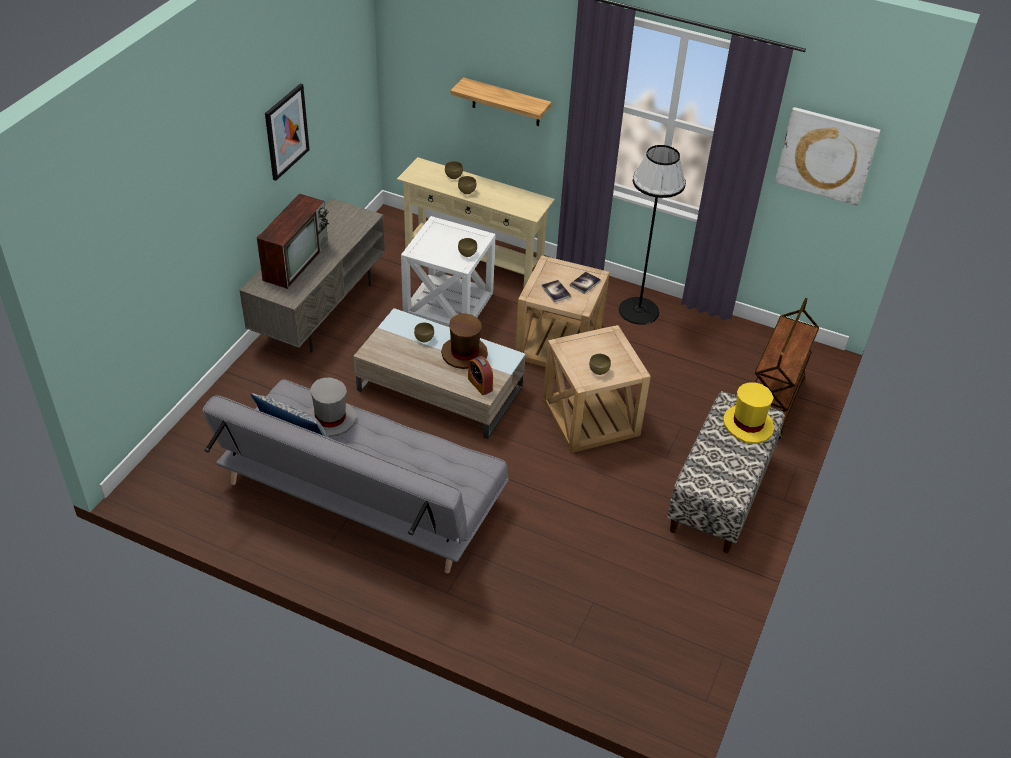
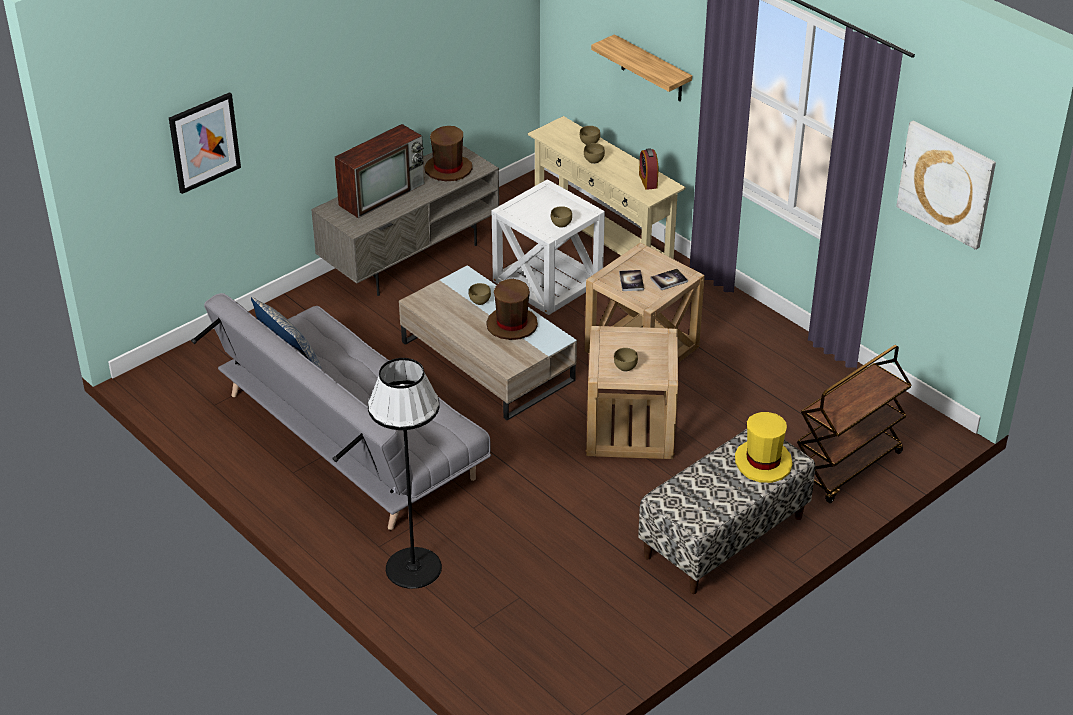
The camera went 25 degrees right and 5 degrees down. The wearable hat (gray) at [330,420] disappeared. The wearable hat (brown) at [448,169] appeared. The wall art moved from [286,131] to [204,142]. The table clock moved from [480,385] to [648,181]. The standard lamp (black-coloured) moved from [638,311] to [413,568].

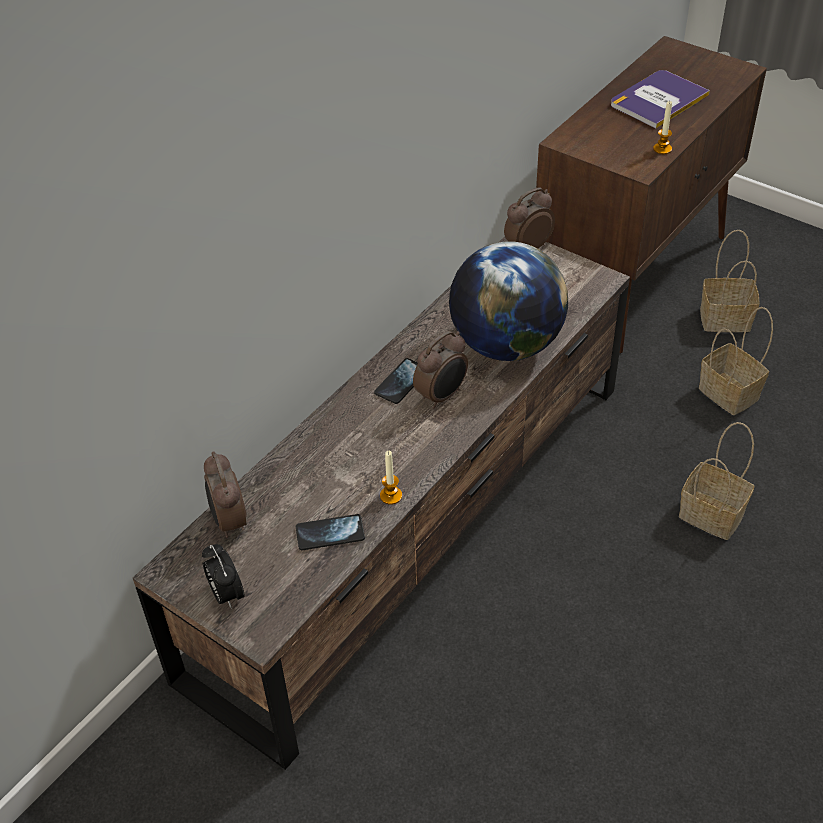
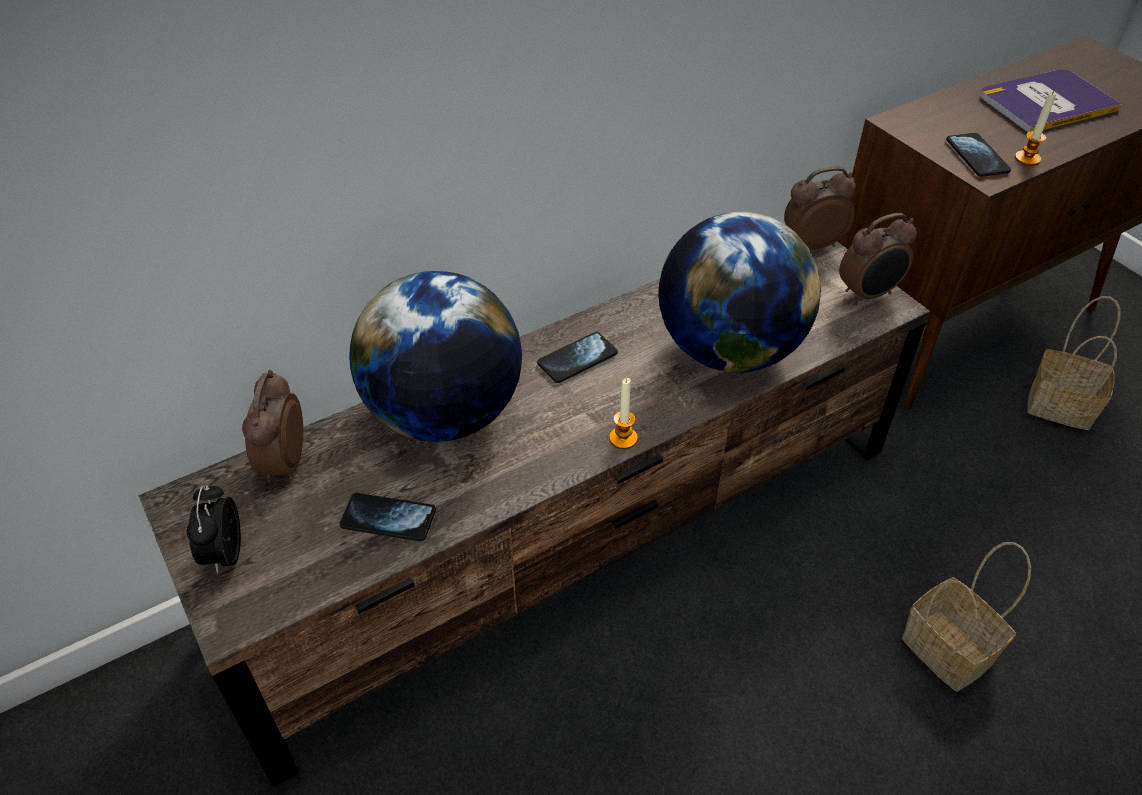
The camera went 20 degrees right and 0 degrees up. The basket at [731,394] disappeared. The world globe at [444,415] appeared. The telephone at [977,156] appeared. The wax light moved from [391,496] to [623,438]. The table clock moved from [442,396] to [869,295].

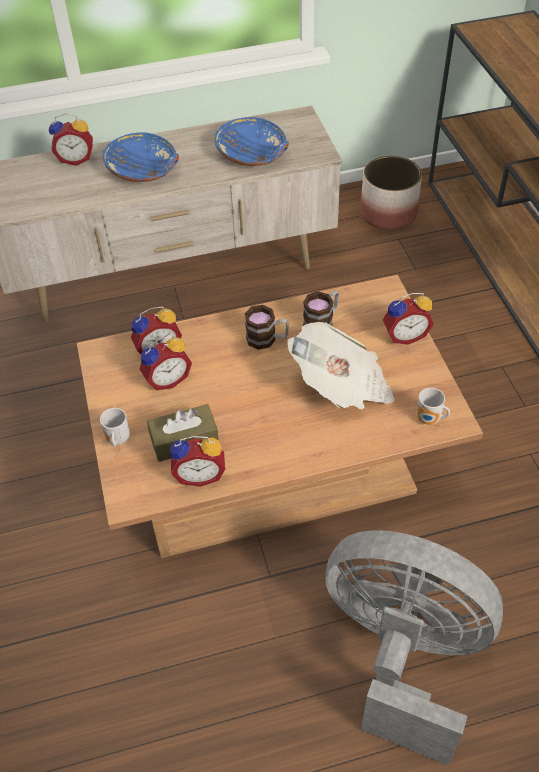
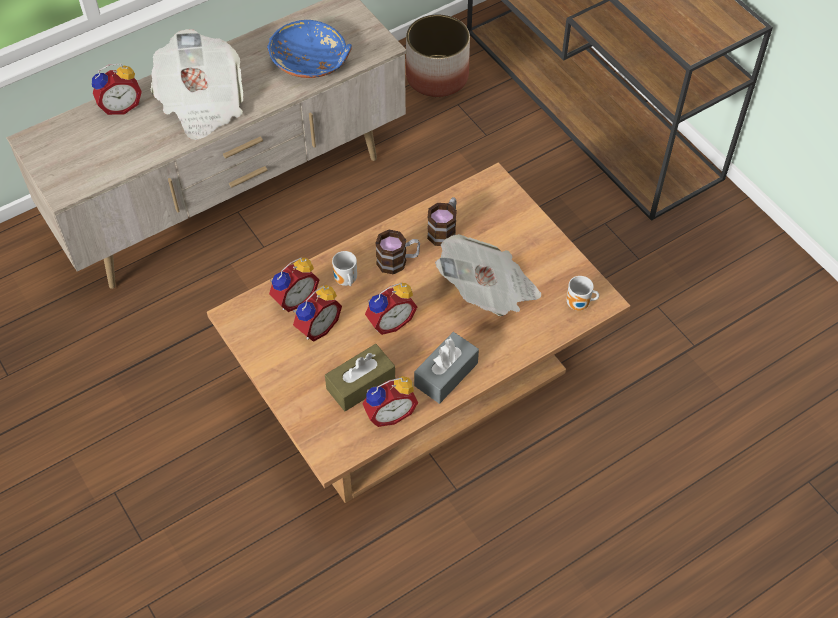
The camera went 20 degrees left and 5 degrees up. The fan (gray) at [402,654] disappeared. The tissue box (gray) at [446,374] appeared. The coffee mug moved from [117,440] to [345,281]. The table clock moved from [404,335] to [389,321]. The deep dish (blue-coloured) at [143,169] was replaced by the daily paper at [201,103].

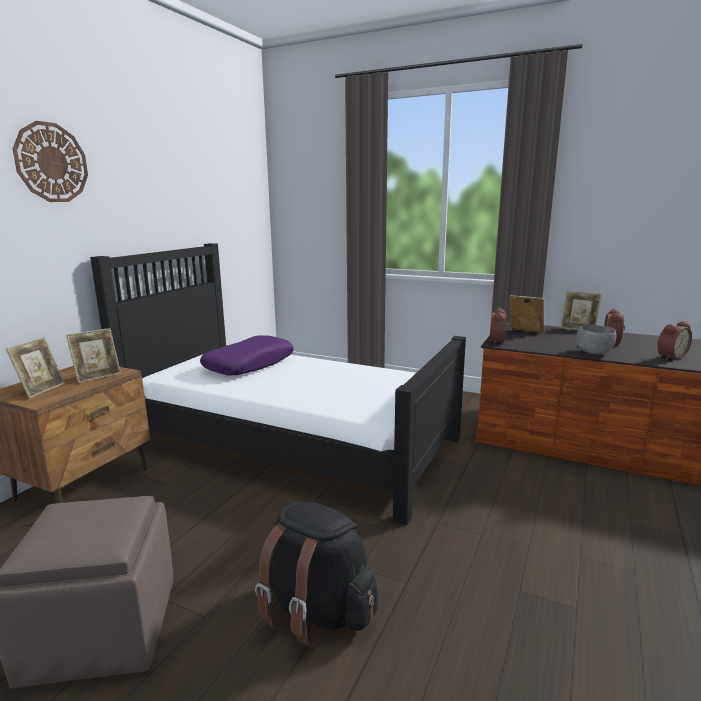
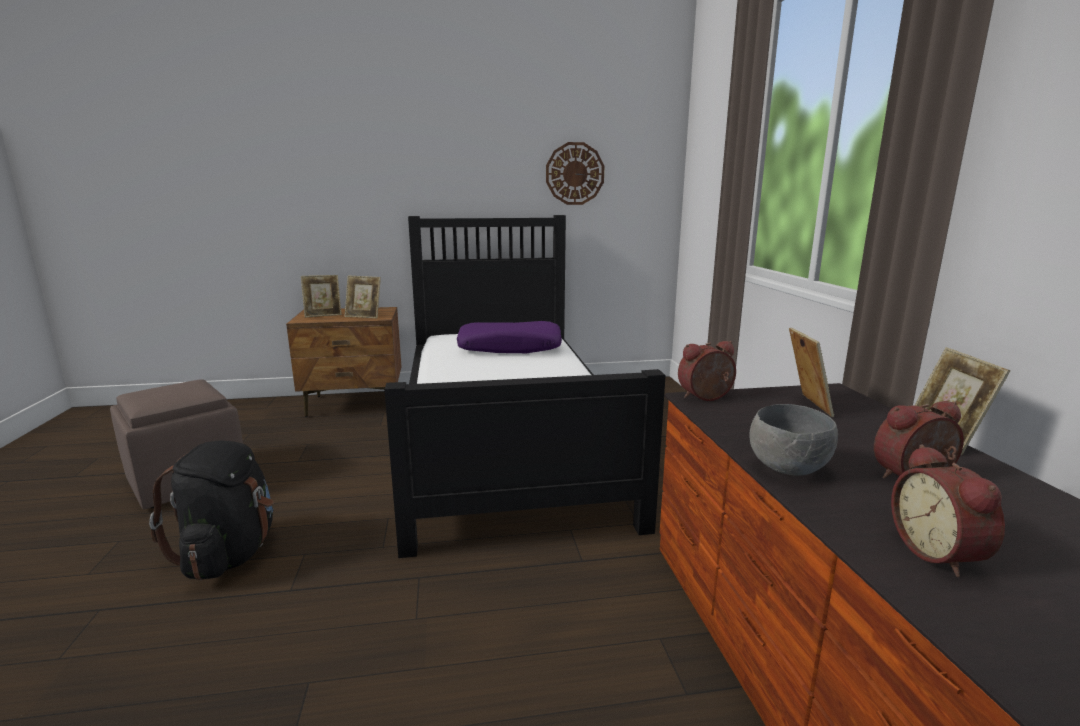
The camera went 55 degrees right and 0 degrees up. The clock on the wall moved from [51,162] to [575,173]. The table clock at [669,356] turned 60 degrees clockwise.

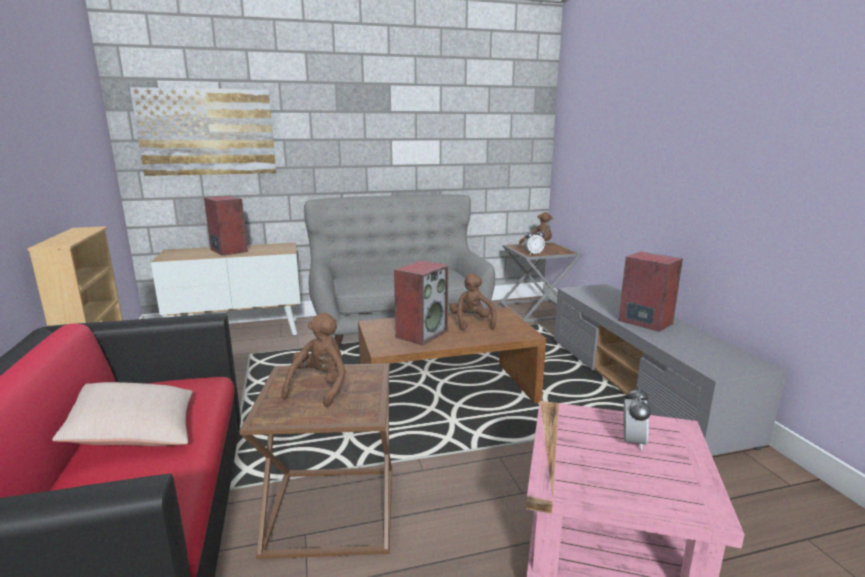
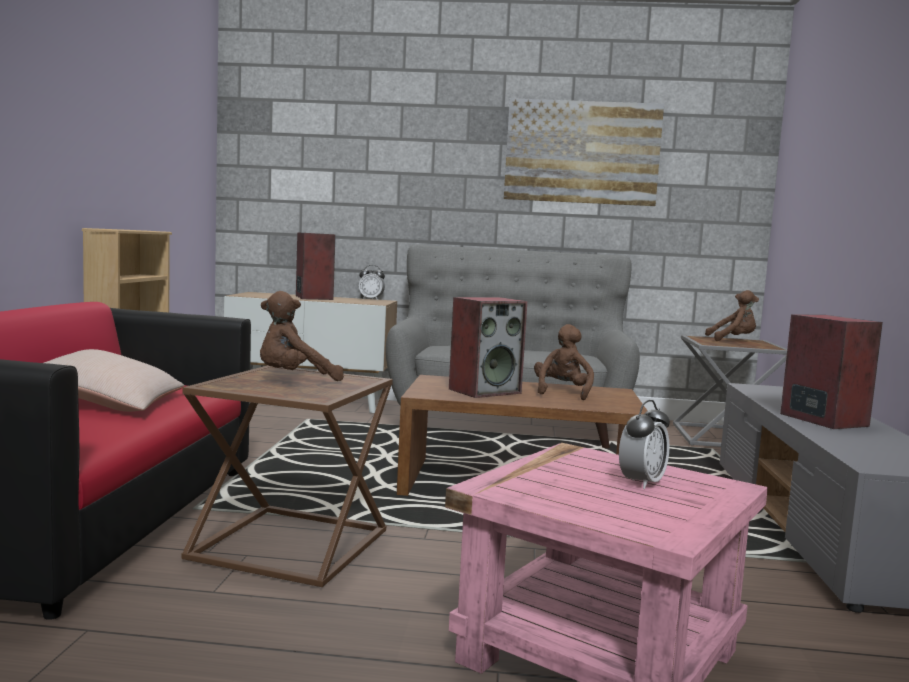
The camera went 20 degrees right and 10 degrees down. The wall art moved from [207,132] to [582,152]. The table clock moved from [533,254] to [371,299]. The cuddly toy (brown) at [320,387] turned 150 degrees counterclockwise.

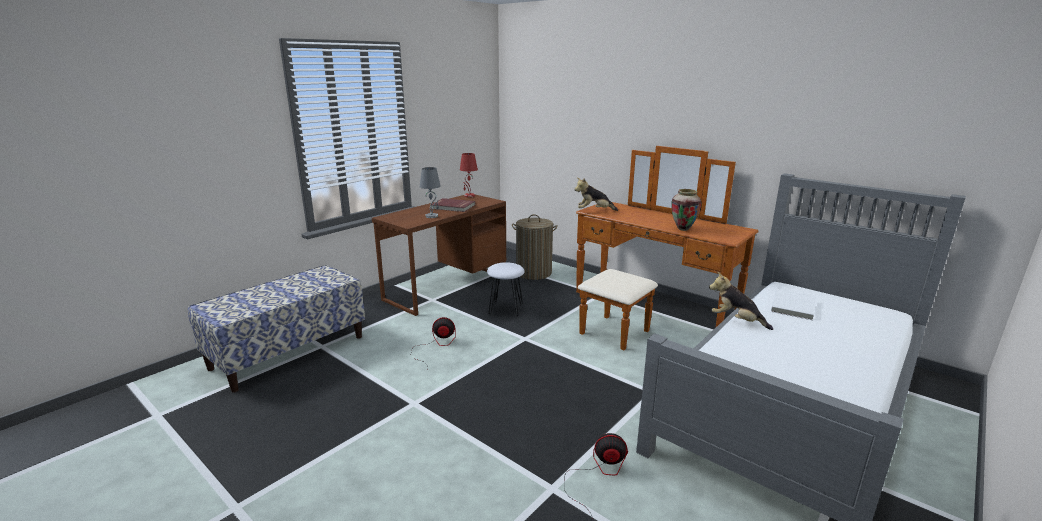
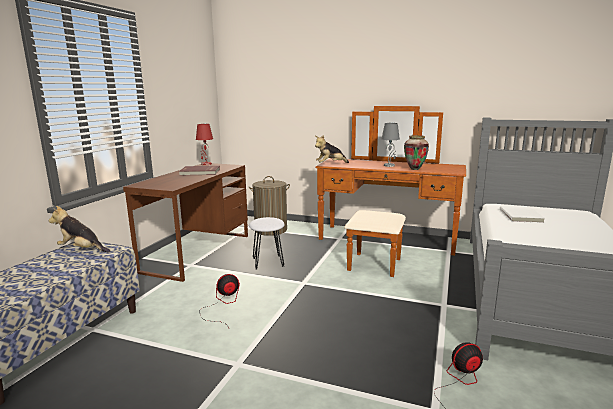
The camera went 20 degrees left and 5 degrees down. The table lamp (gray) moved from [432,216] to [389,165]. The cuddly toy moved from [736,321] to [82,250].

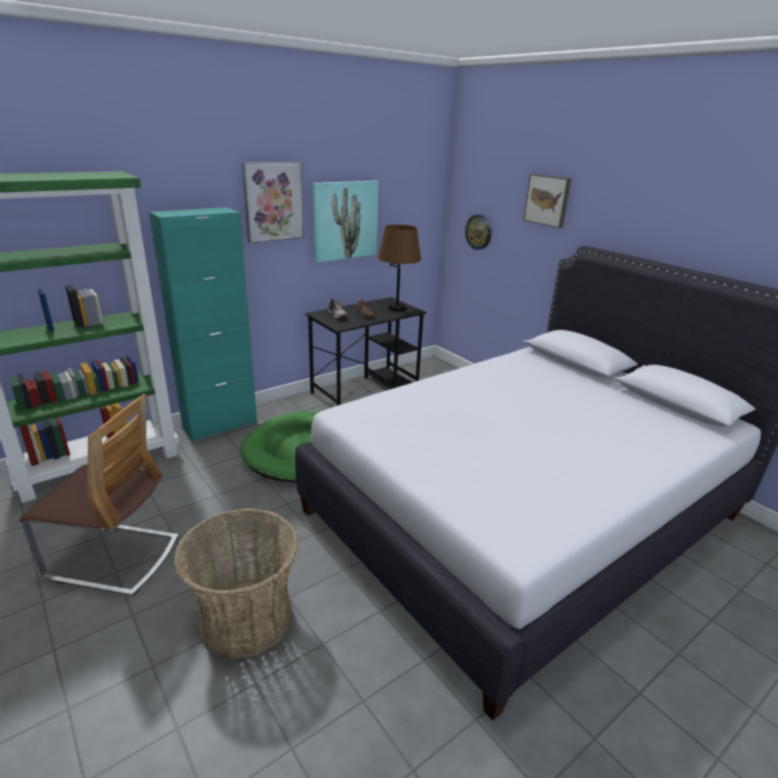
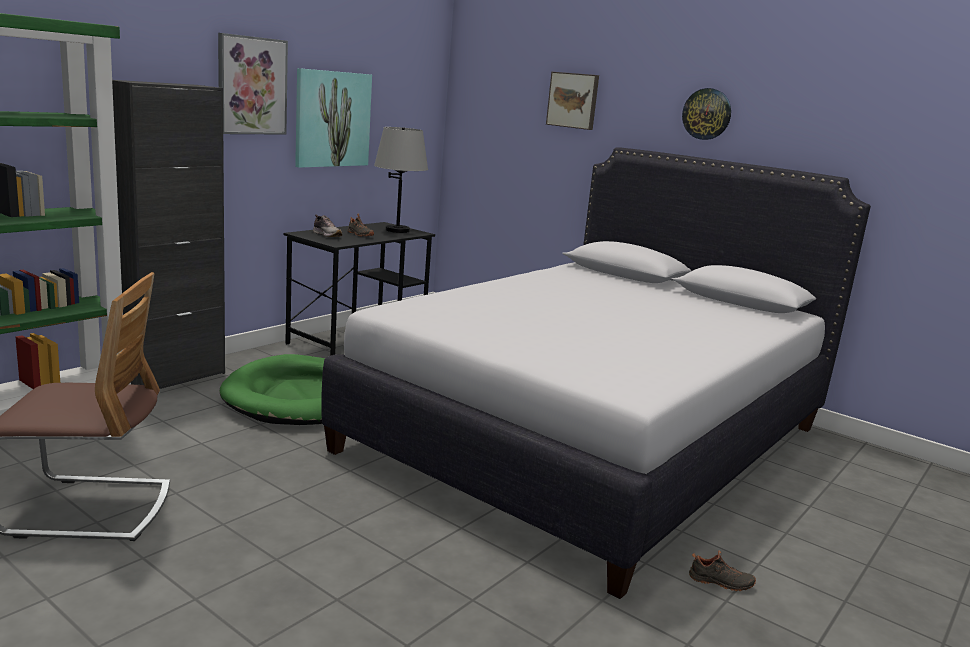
The camera went 15 degrees left and 10 degrees down. The basket at [245,618] disappeared. The shoe (black-coloured) at [721,583] appeared. The clock on the wall moved from [478,232] to [707,114]. The cupboard (blue-green) at [220,425] became the cupboard (black-coloured) at [174,377]. The table lamp (brown) at [397,308] became the table lamp (gray) at [398,230].

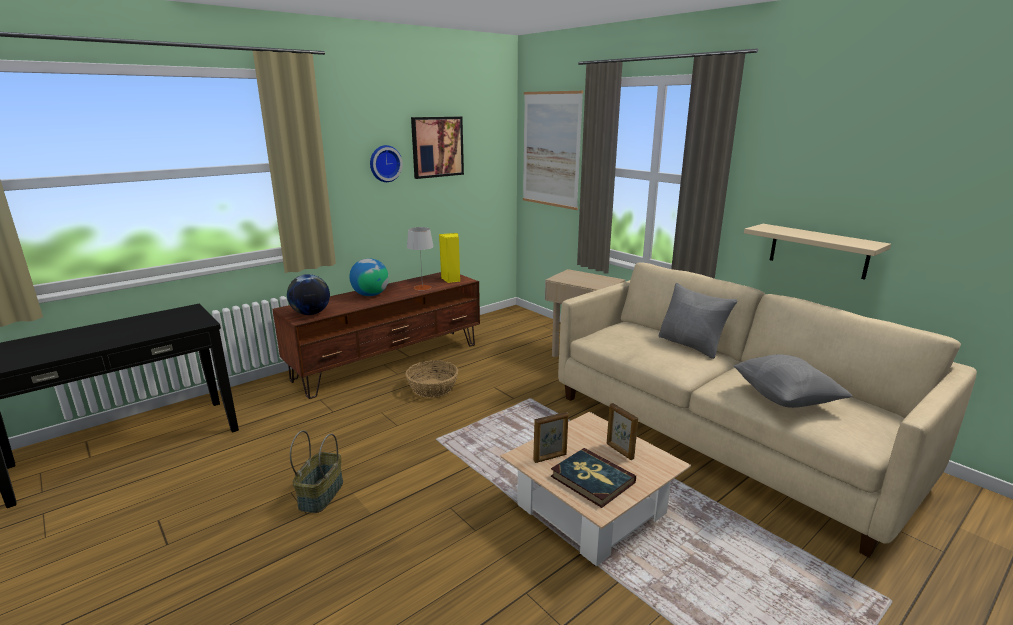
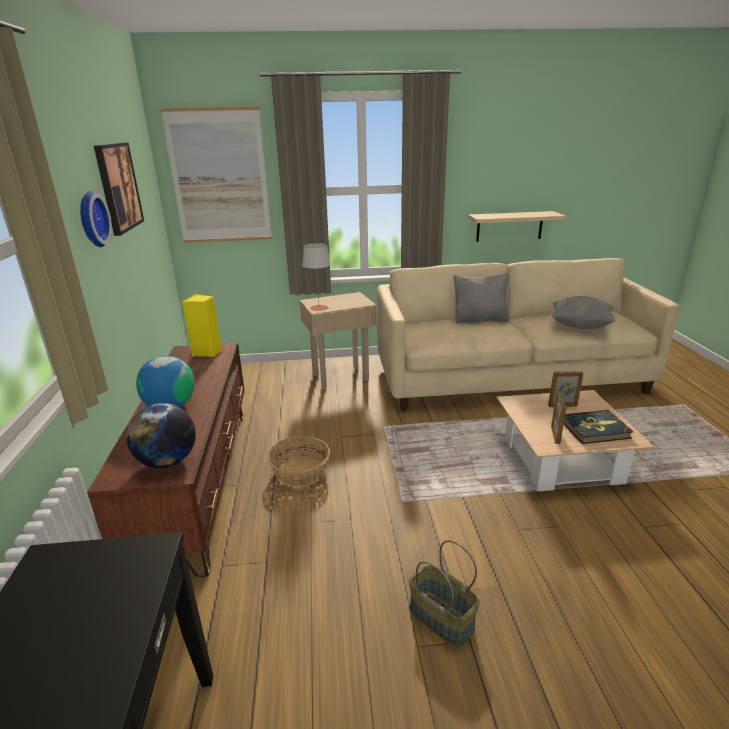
The camera went 55 degrees left and 5 degrees up. The table lamp (gray) moved from [422,287] to [319,308].

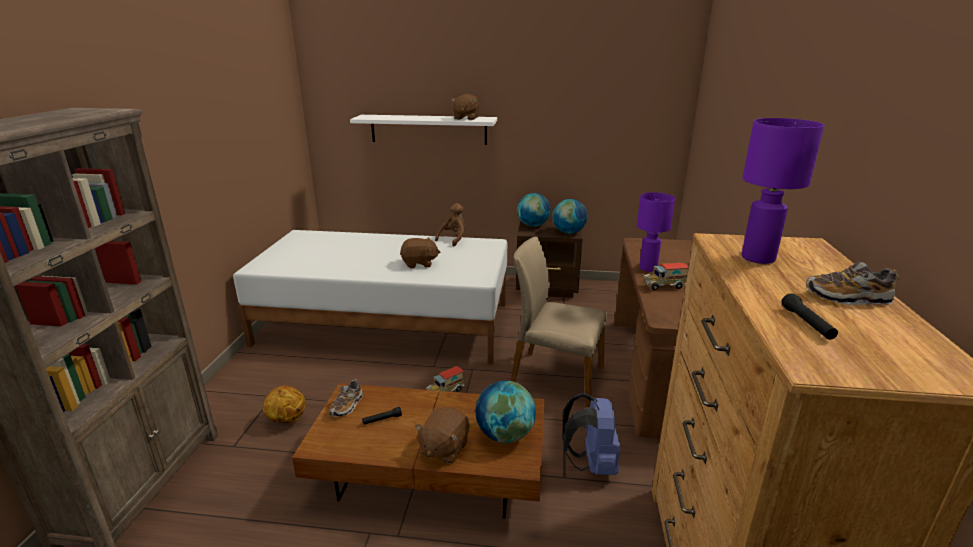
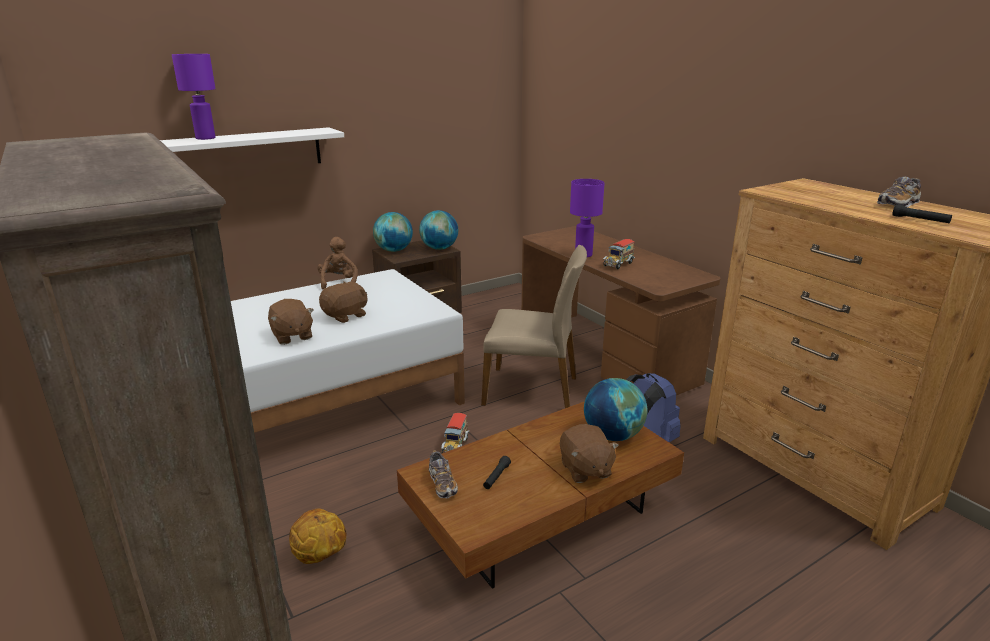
The camera went 40 degrees left and 0 degrees up. The cuddly toy (brown) moved from [466,118] to [292,336]. The table lamp (purple) moved from [757,258] to [205,138]. The upright chair (beige-coloured) at [556,376] turned 150 degrees counterclockwise.

